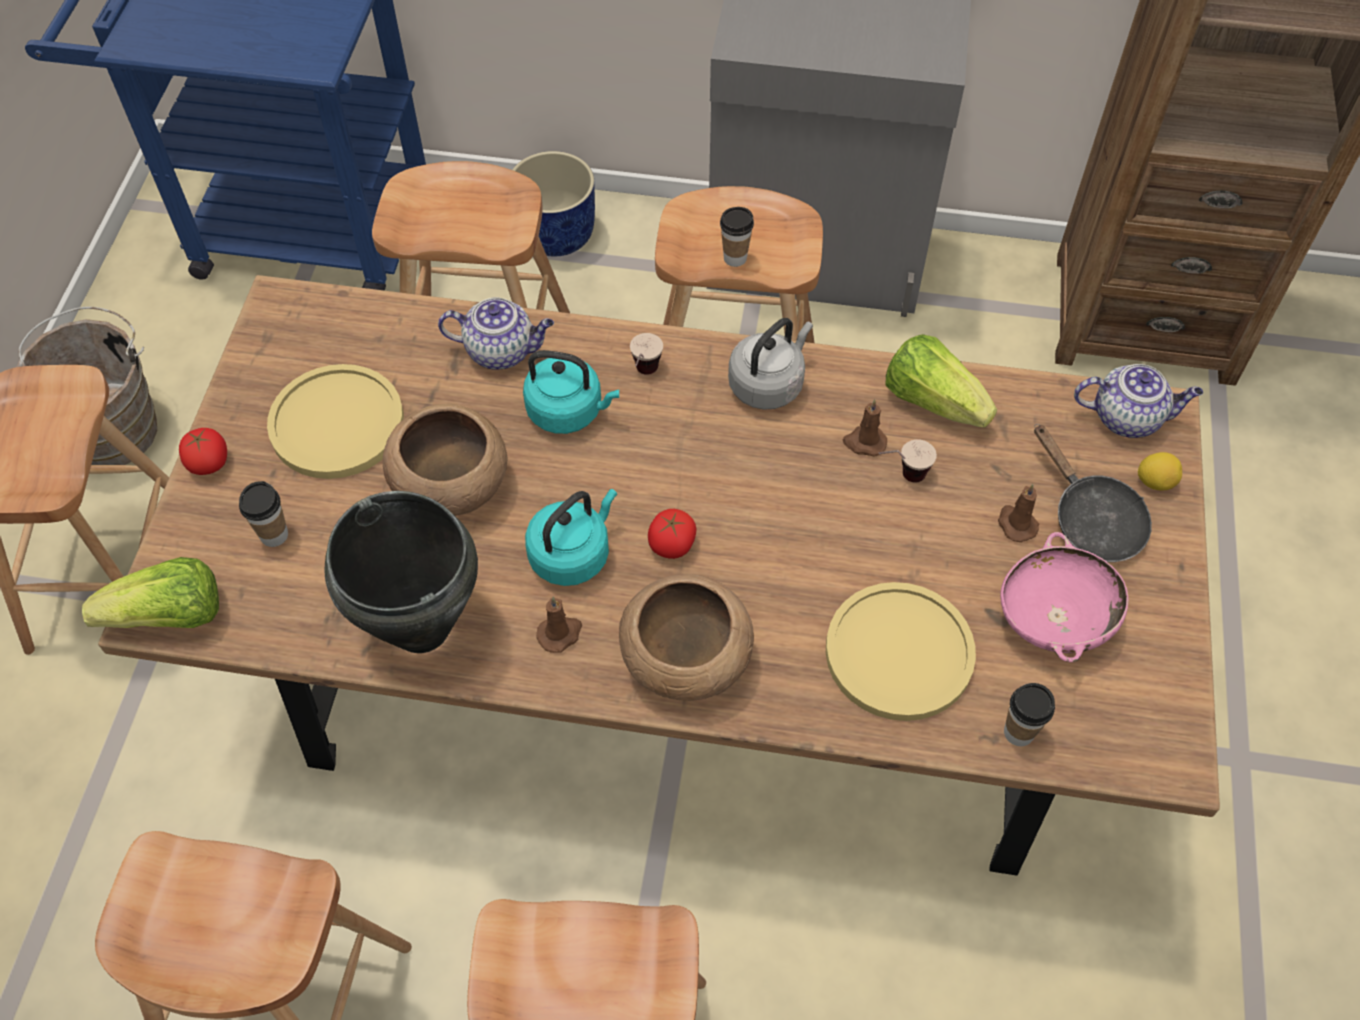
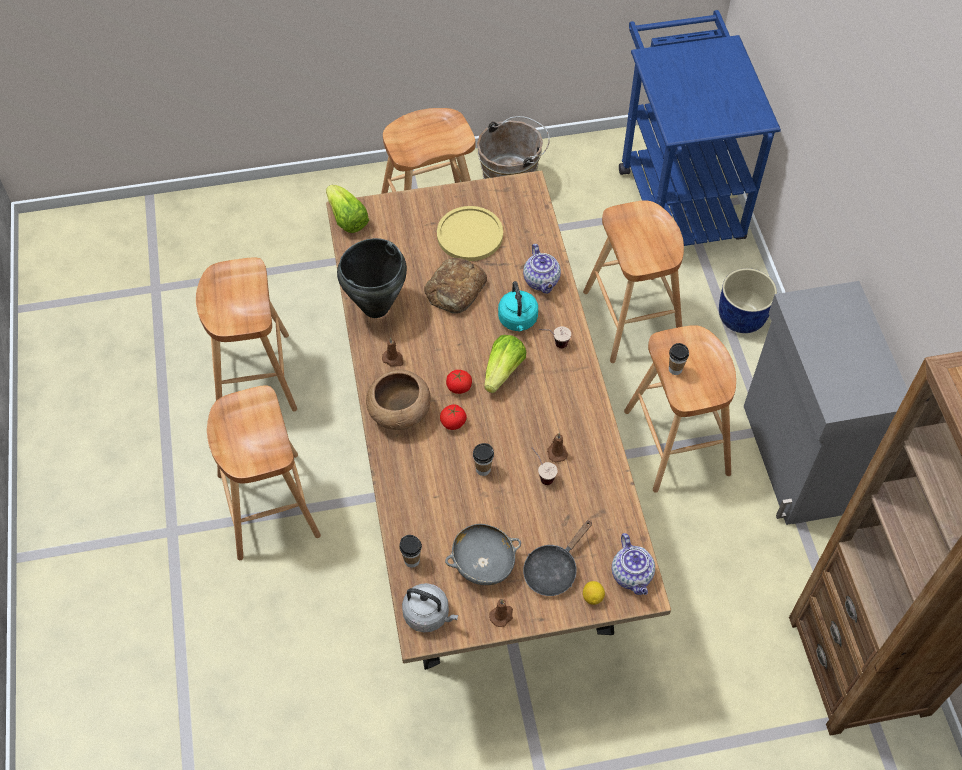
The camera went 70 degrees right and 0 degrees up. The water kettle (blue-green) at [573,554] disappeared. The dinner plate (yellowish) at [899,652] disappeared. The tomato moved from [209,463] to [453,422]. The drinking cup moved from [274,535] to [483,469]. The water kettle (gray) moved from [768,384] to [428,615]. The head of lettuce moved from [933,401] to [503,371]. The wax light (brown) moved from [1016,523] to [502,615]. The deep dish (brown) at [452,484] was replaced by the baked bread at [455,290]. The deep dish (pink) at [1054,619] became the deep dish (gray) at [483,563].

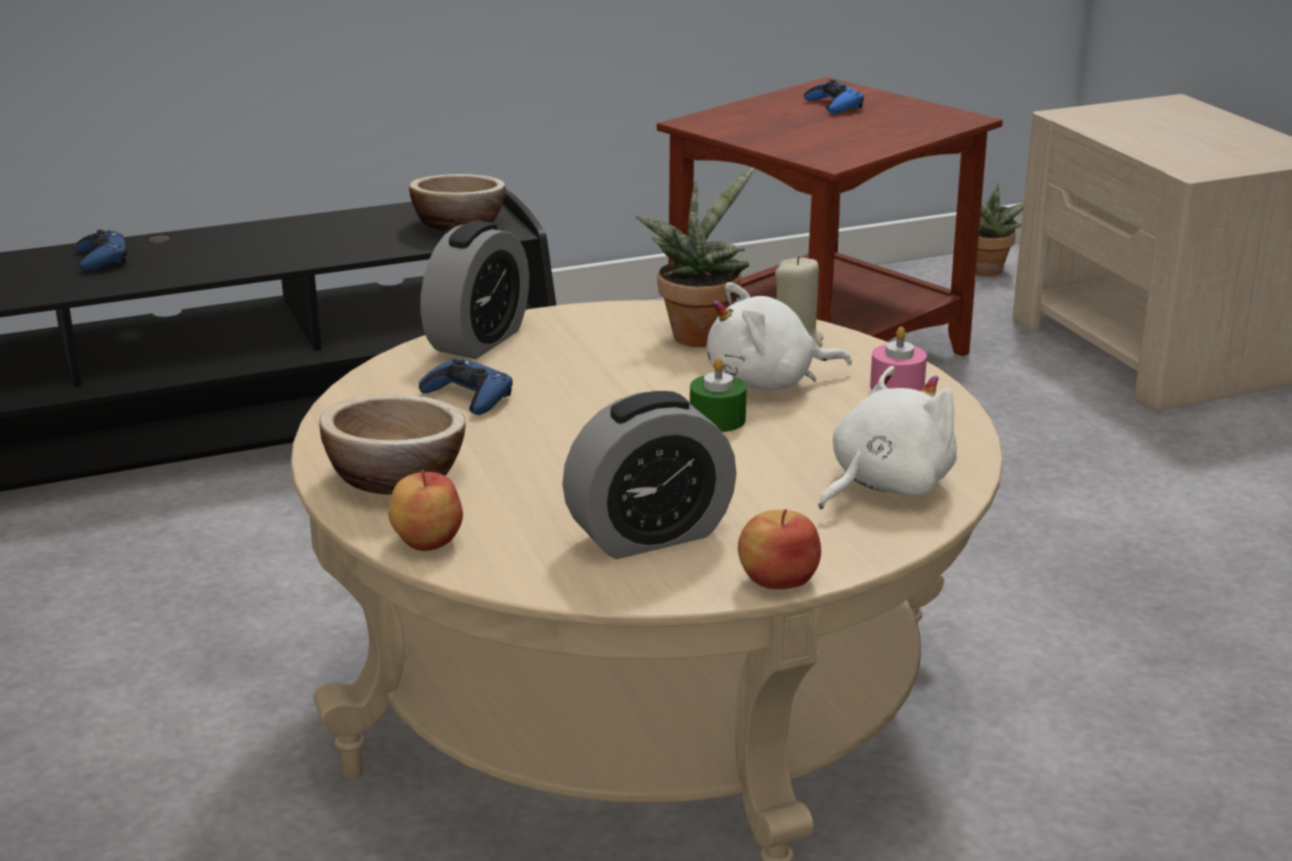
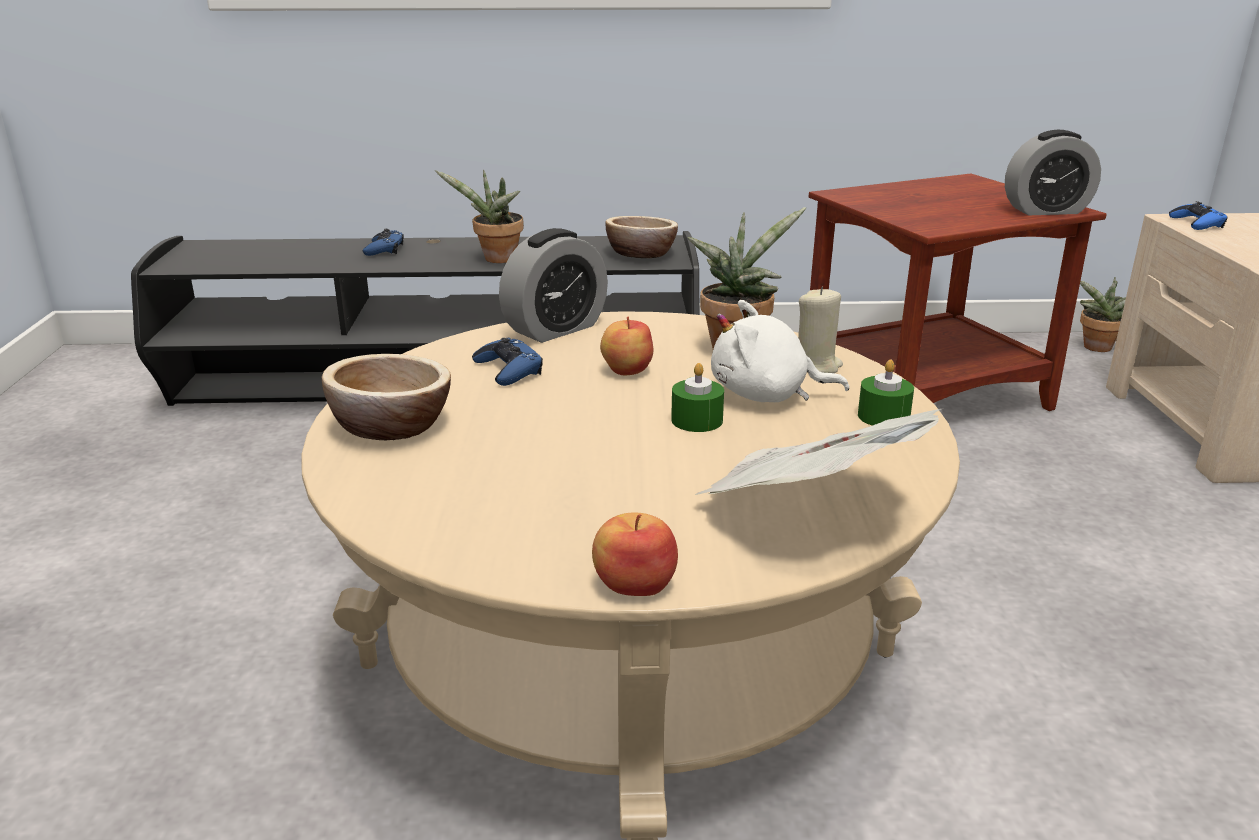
The camera went 20 degrees right and 0 degrees up. The houseplant at [496,260] appeared. The apple fruit moved from [425,541] to [626,370]. The table clock moved from [649,535] to [1046,211]. The gamepad (blue-coloured) moved from [834,105] to [1196,223]. The cuddly toy (white-coloured) at [885,485] was replaced by the daily paper at [809,507]. The wax light (pink) at [897,386] became the wax light (greenish) at [883,416].

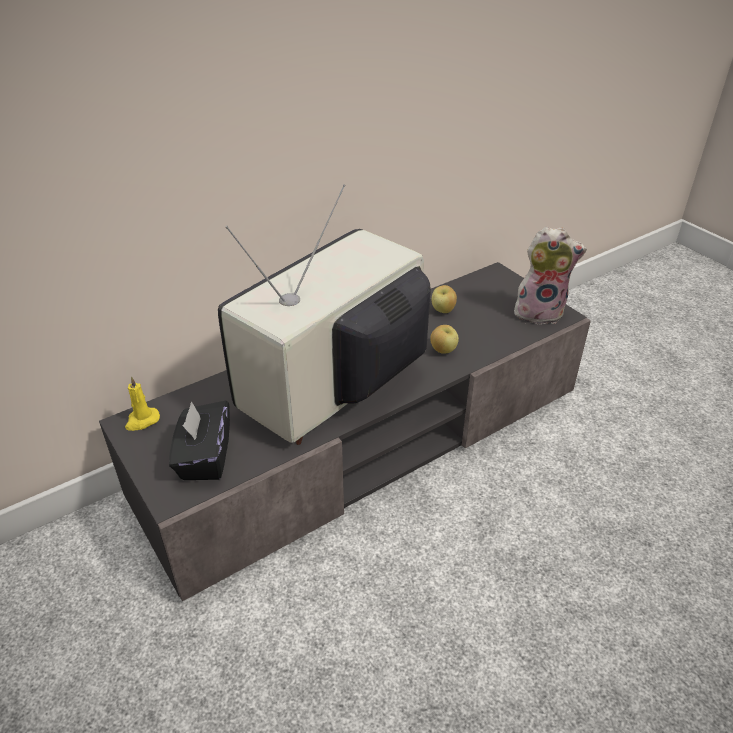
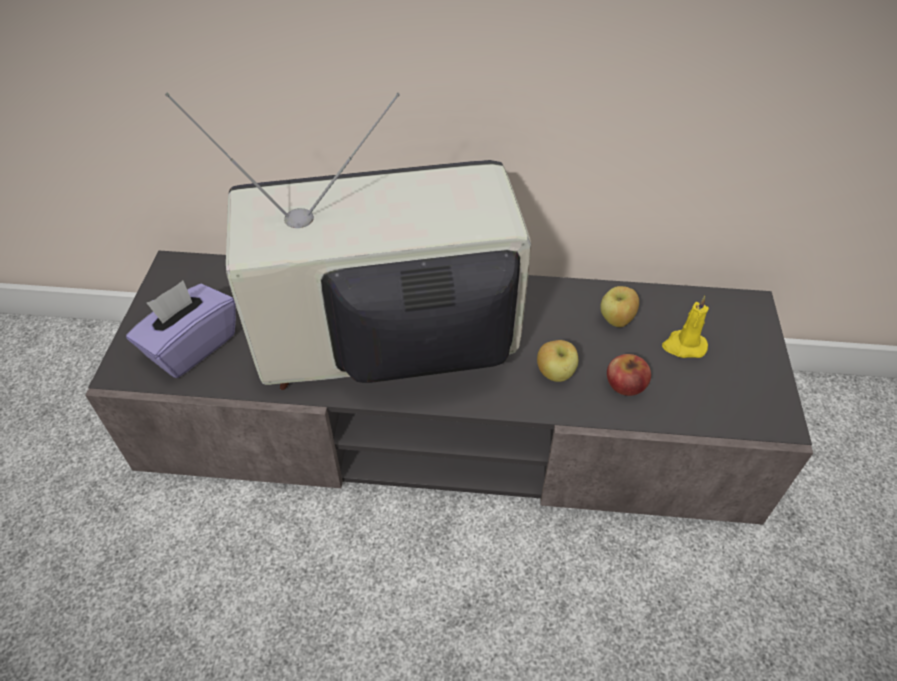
The camera went 40 degrees right and 10 degrees up. The cuddly toy at [540,312] disappeared. The apple fruit at [625,384] appeared. The wax light (yellowish) moved from [142,421] to [683,346]. The tissue box (black-coloured) at [205,457] became the tissue box (purple) at [191,346].

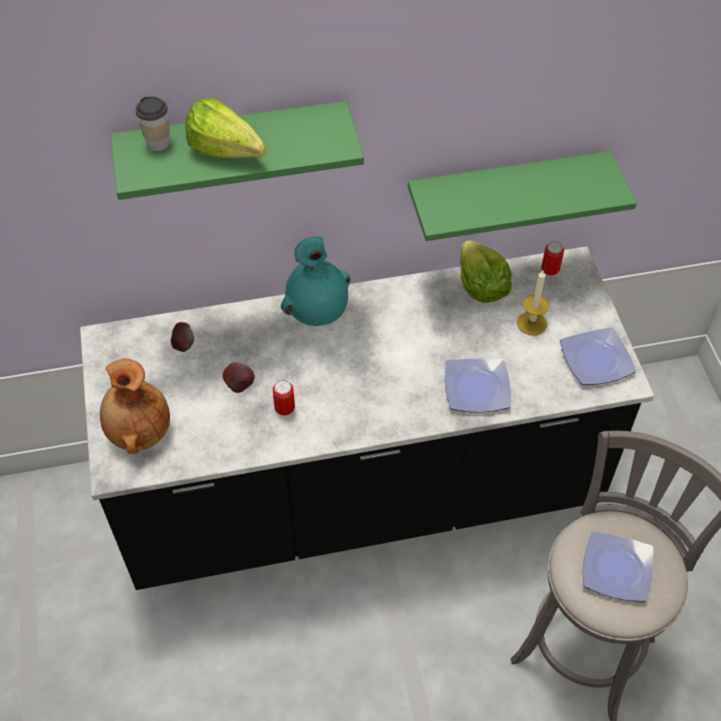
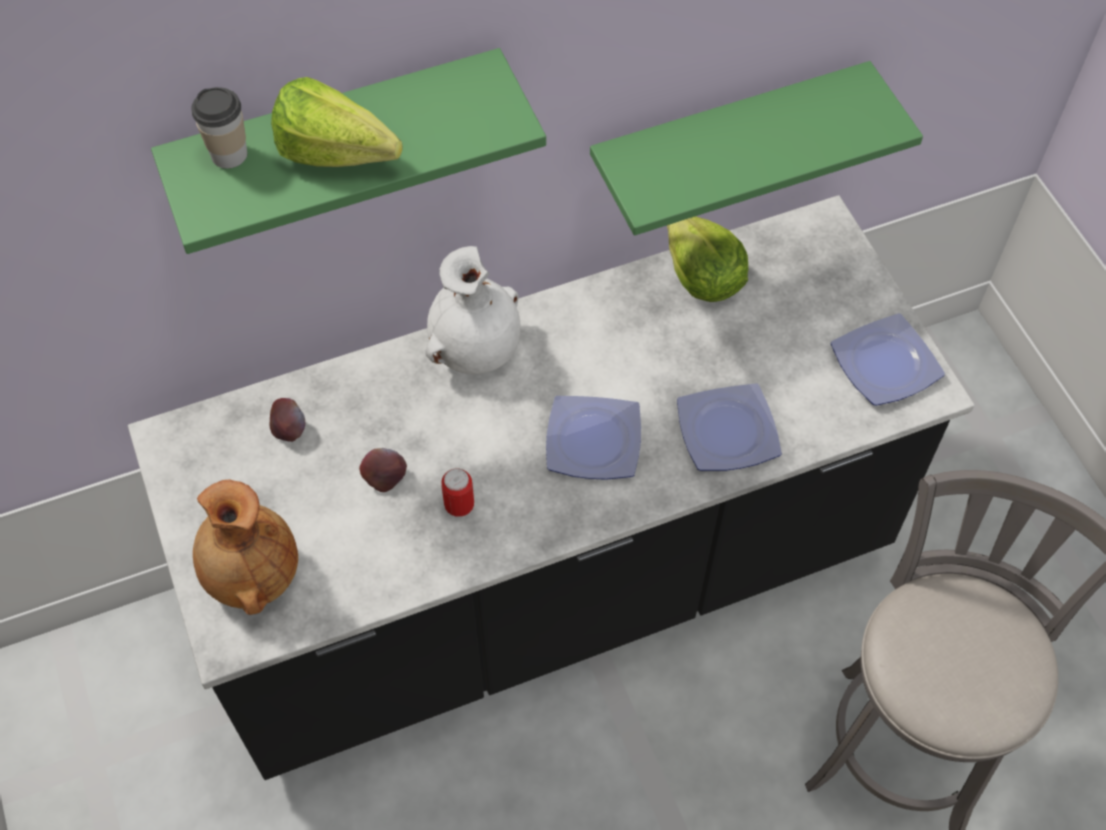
The camera went 10 degrees left and 5 degrees up. The wax light at [531,323] disappeared. The sealed can at [550,270] disappeared. The dinner plate moved from [618,571] to [595,443]. The decorative vase (blue-green) at [318,312] became the decorative vase (white-coloured) at [477,351].

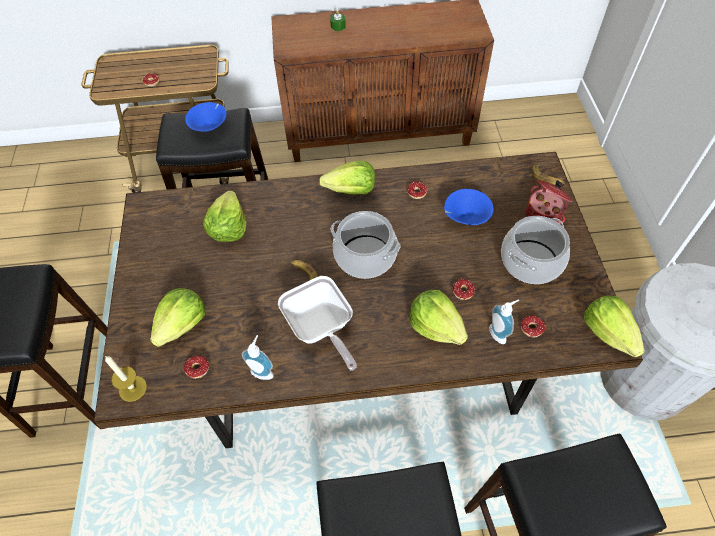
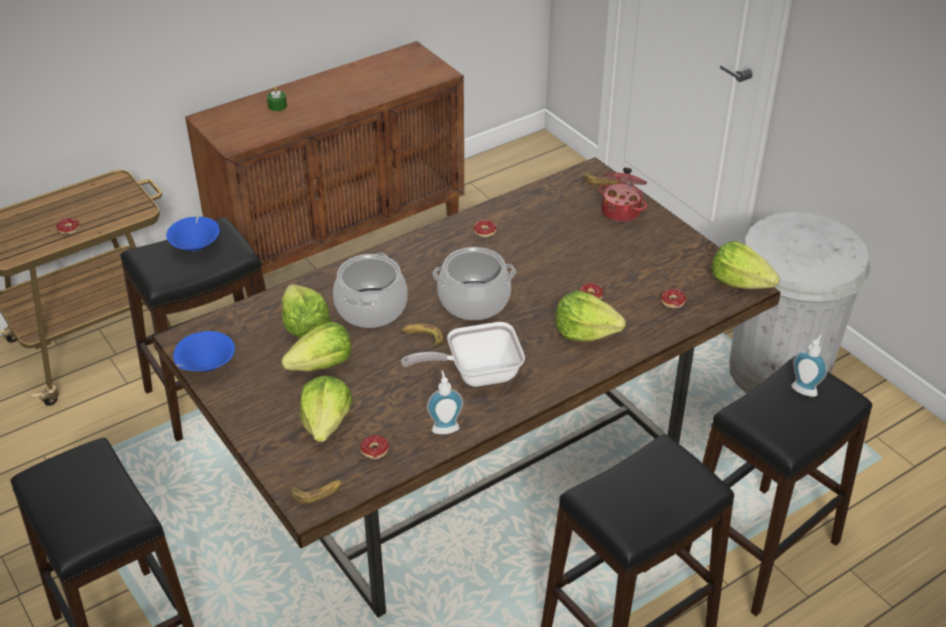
The camera went 30 degrees left and 15 degrees down. The head of lettuce moved from [351,190] to [322,365]. The deep dish (blue-coloured) moved from [465,218] to [206,367]. The soap dispenser moved from [499,333] to [805,388]. The cooking pot moved from [531,262] to [371,308]. The wax light at [133,388] was replaced by the whole banana at [318,492]. The frying pan at [320,329] turned 135 degrees clockwise.

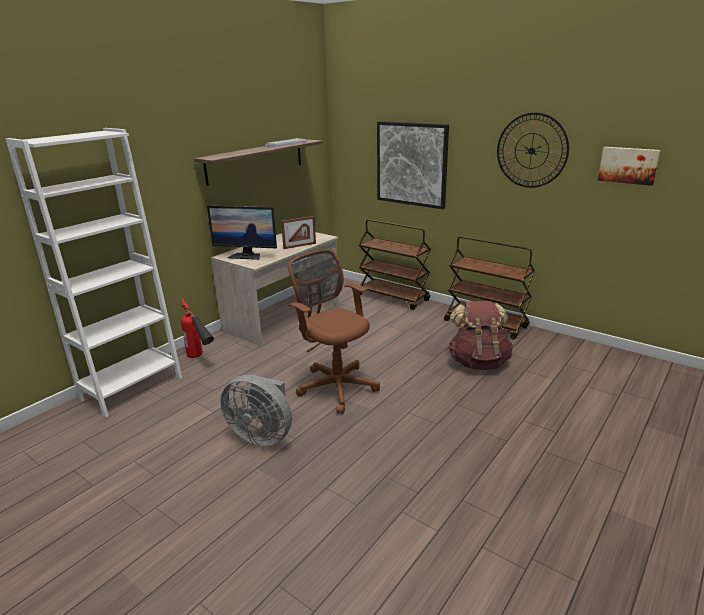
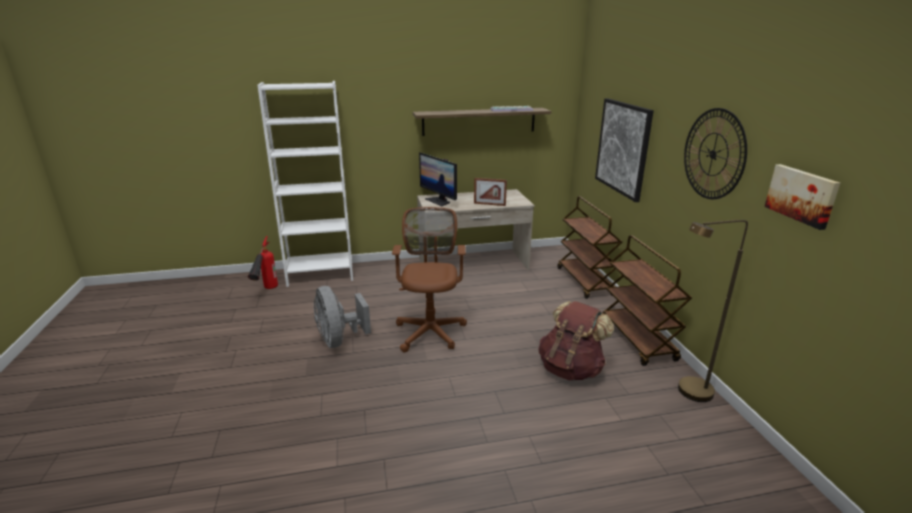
The camera went 40 degrees right and 0 degrees up. The standard lamp (brown) at [687,393] appeared. The extinguisher moved from [201,359] to [266,292].

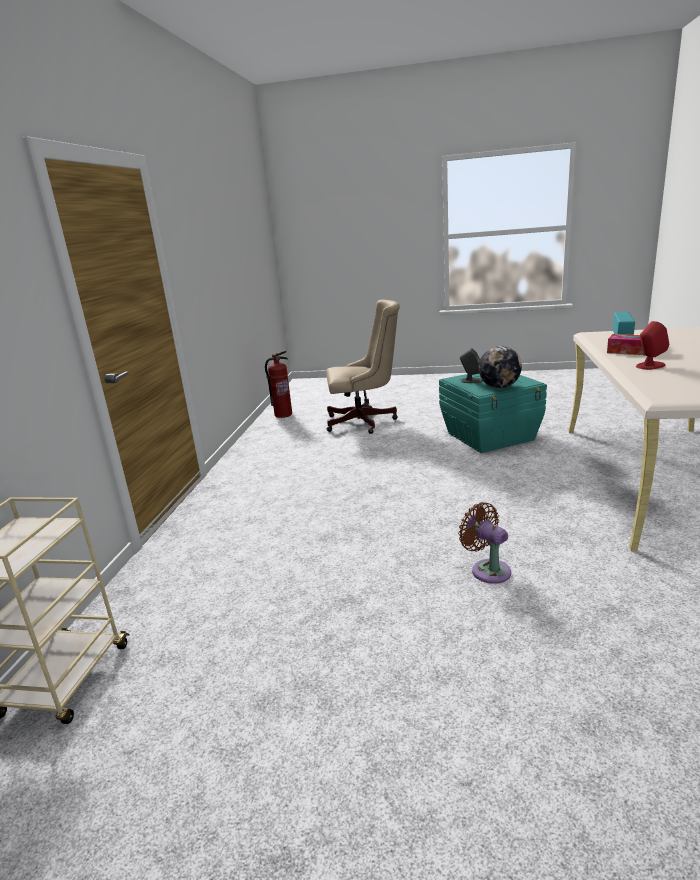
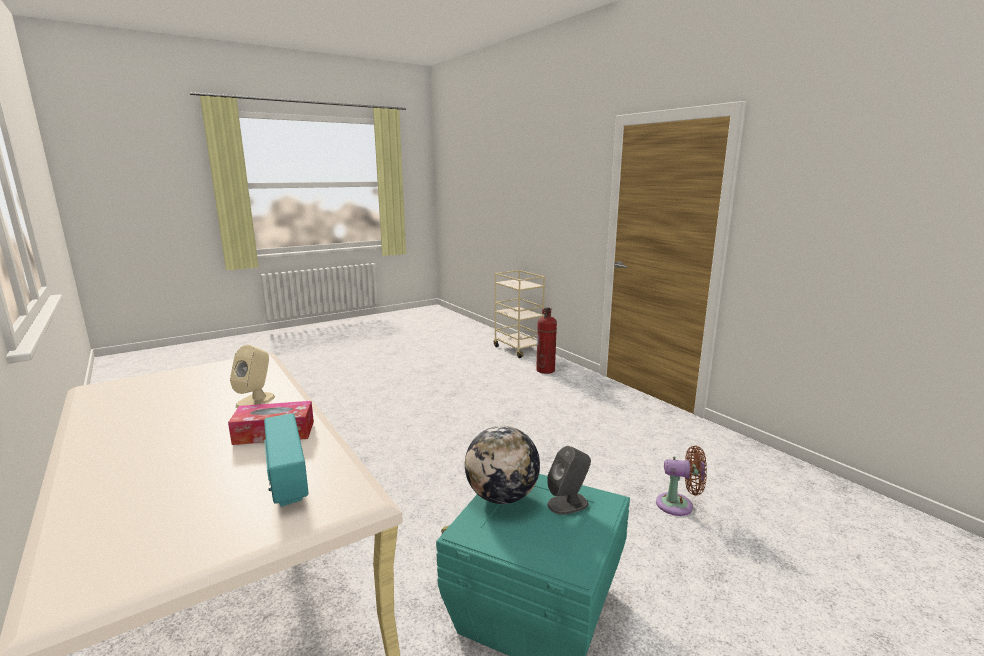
The camera went 135 degrees right and 5 degrees down. The desk chair (beige-coloured) at [365,422] disappeared. The extinguisher moved from [283,415] to [545,370]. The fan (brown) moved from [487,569] to [678,505]. The speaker (reddish) at [650,366] became the speaker (beige-coloured) at [256,401].

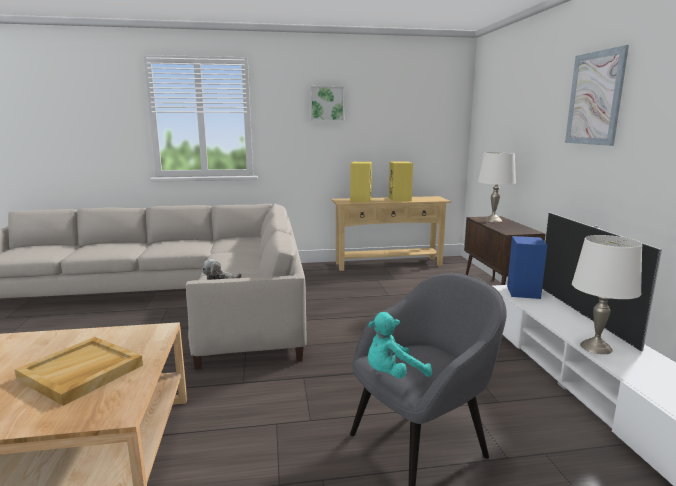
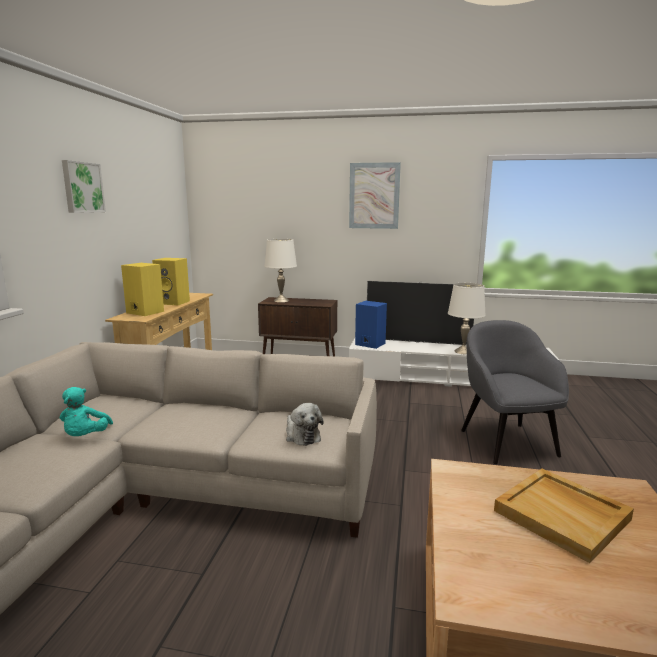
The camera went 70 degrees left and 0 degrees up. The cuddly toy (blue-green) moved from [393,375] to [85,437].

